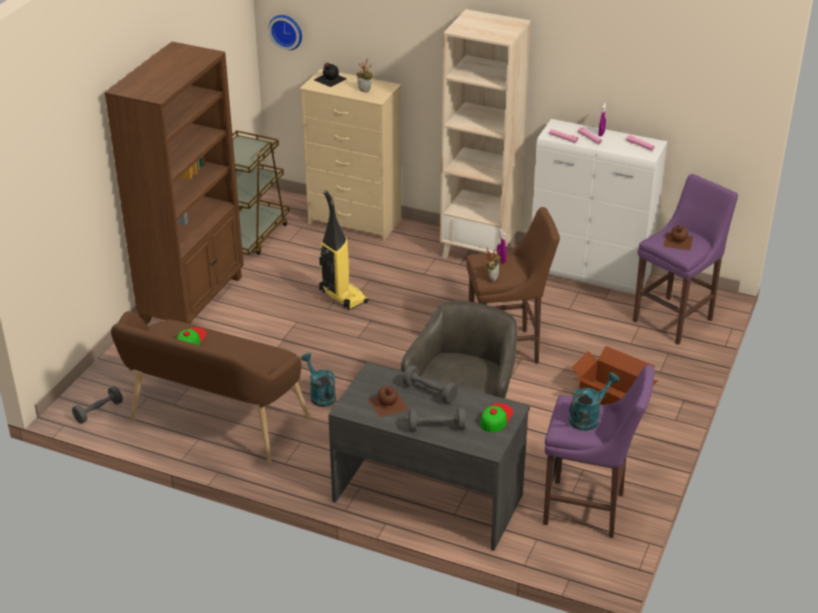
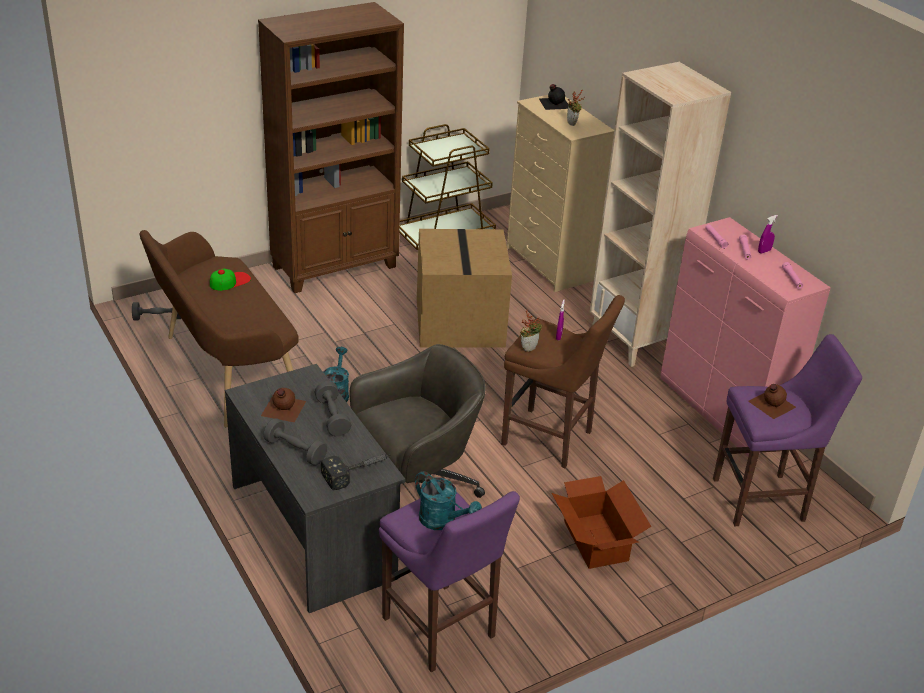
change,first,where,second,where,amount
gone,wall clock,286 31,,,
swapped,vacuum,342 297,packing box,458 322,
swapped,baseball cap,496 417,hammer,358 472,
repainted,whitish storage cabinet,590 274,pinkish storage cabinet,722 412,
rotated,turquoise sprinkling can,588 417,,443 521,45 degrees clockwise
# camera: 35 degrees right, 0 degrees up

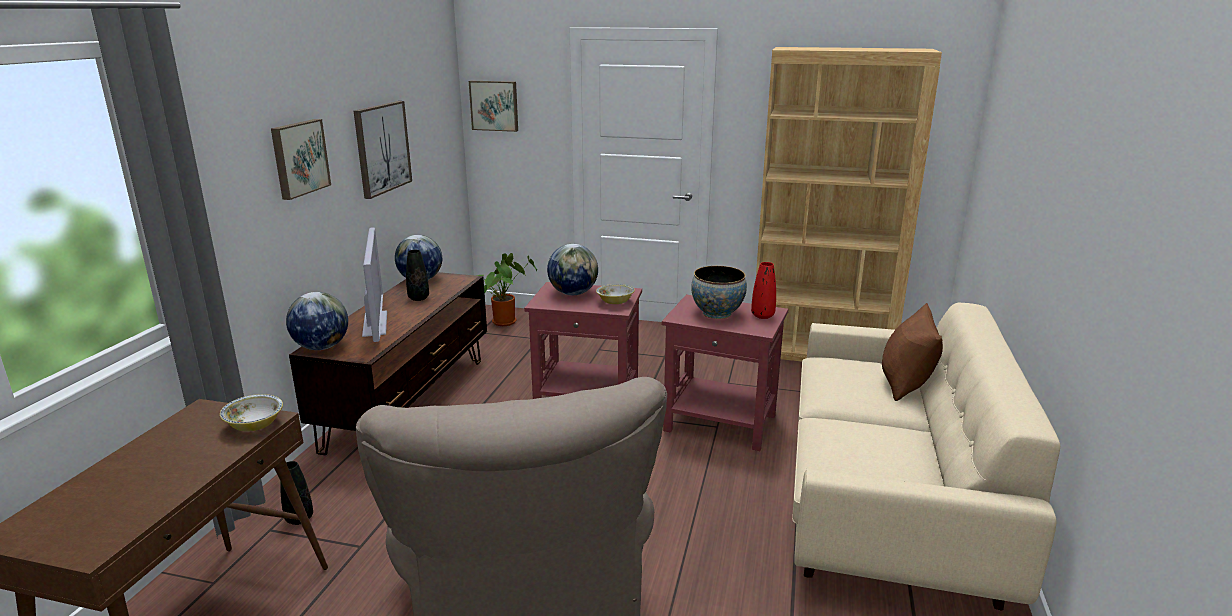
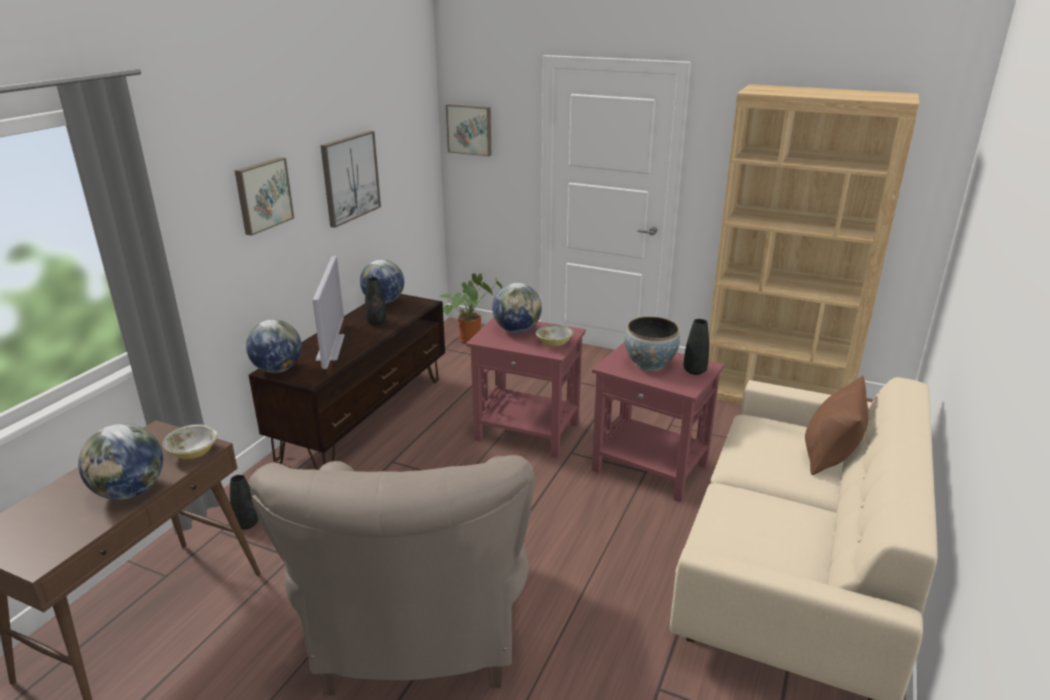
change,first,where,second,where,amount
new,,,world globe,130 492,
repainted,red flower vase,762 315,blackish flower vase,694 371,
# camera: 10 degrees right, 5 degrees up

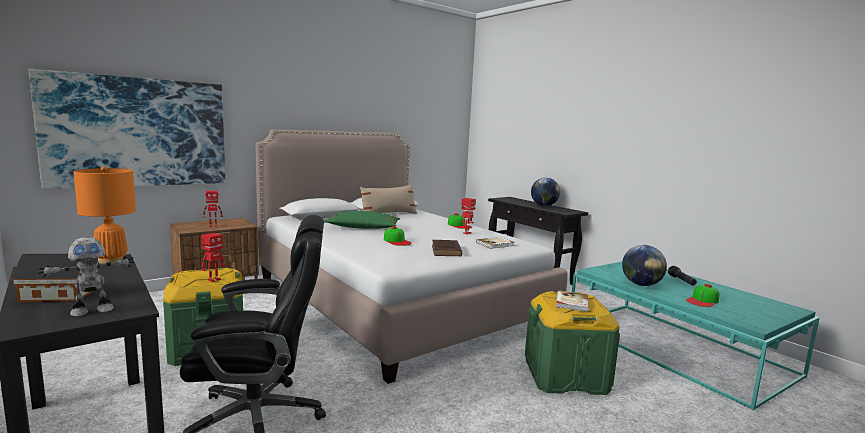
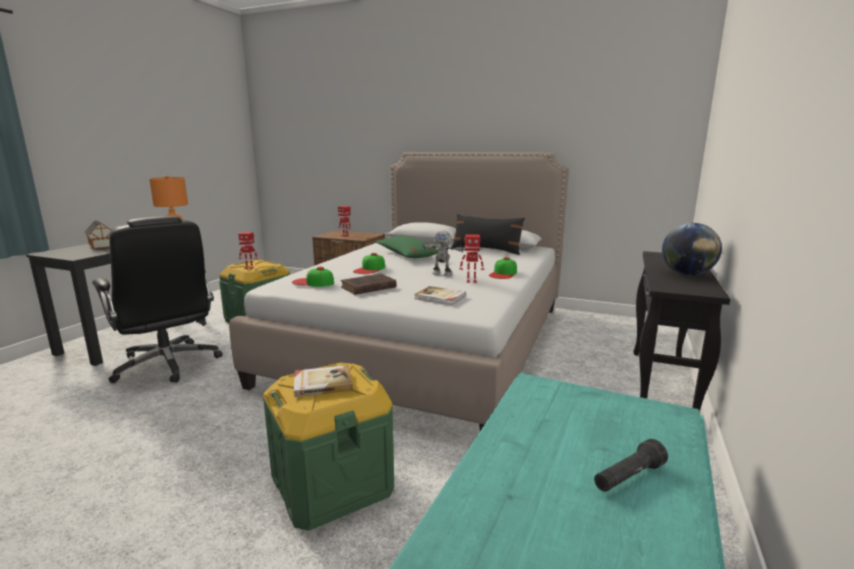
change,first,where,second,where,amount
gone,wall picture,138 132,,,
gone,world globe,641 284,,,
shifted,robot figure,92 310,,442 274,
shifted,baseball cap,703 300,,313 282,
repainted,beige-coloured cushion,388 214,blackish cushion,486 250,
# camera: 60 degrees right, 5 degrees up

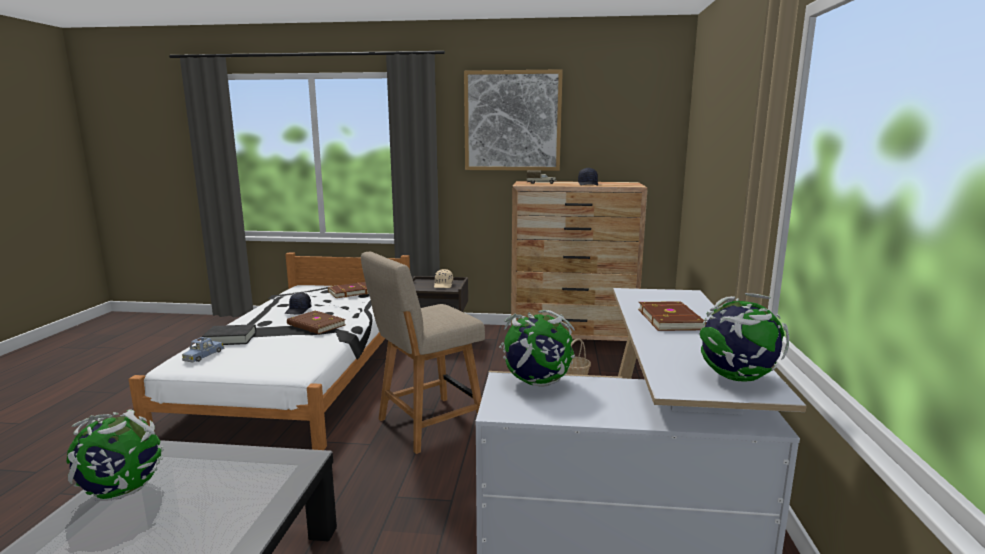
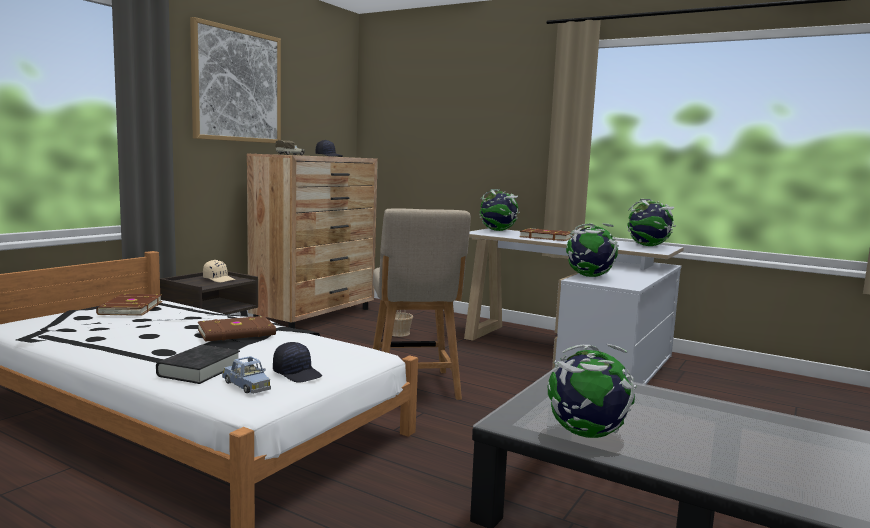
change,first,where,second,where,amount
new,,,world globe,498 231,
shifted,blackish baseball cap,298 310,,298 374,
# camera: 65 degrees left, 5 degrees down

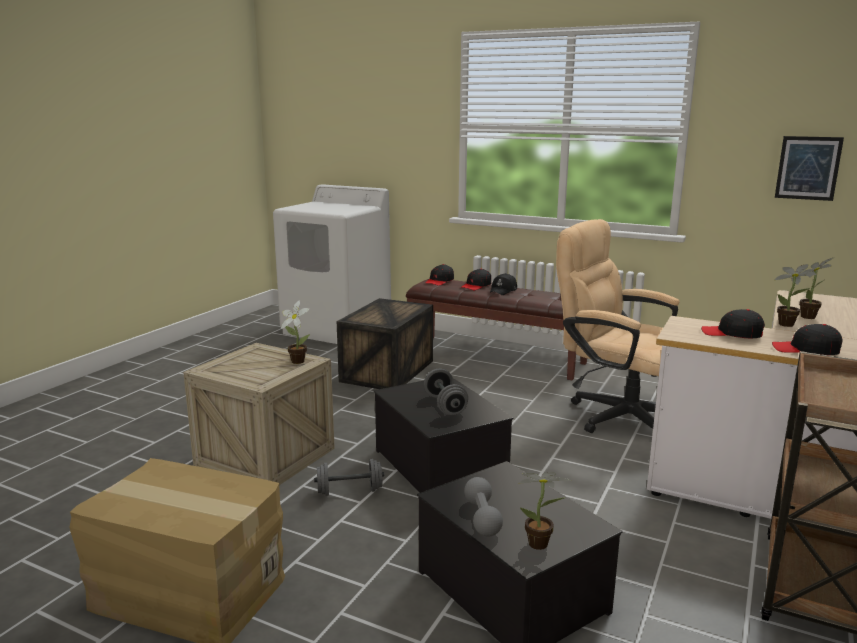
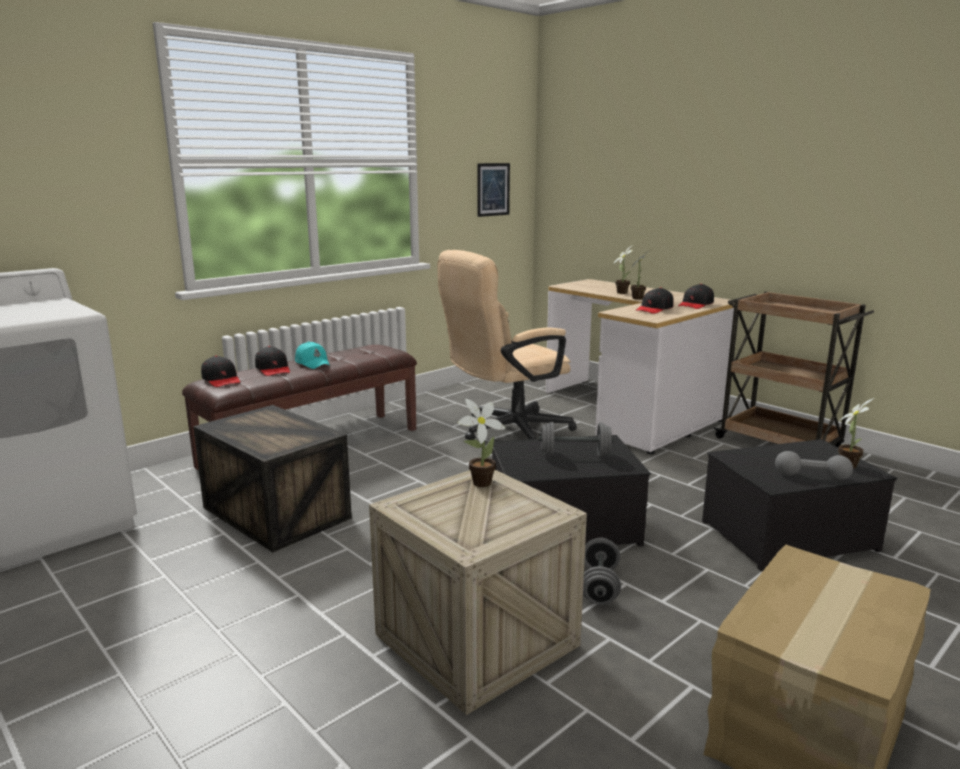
change,first,where,second,where,amount
repainted,blackish baseball cap,503 291,turquoise baseball cap,313 363,
# camera: 70 degrees left, 0 degrees up

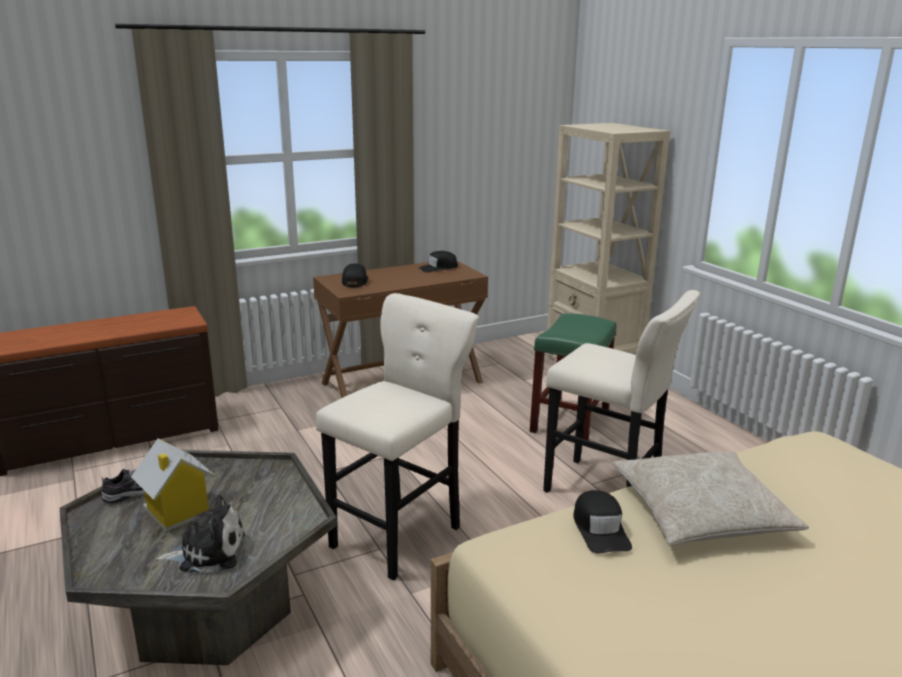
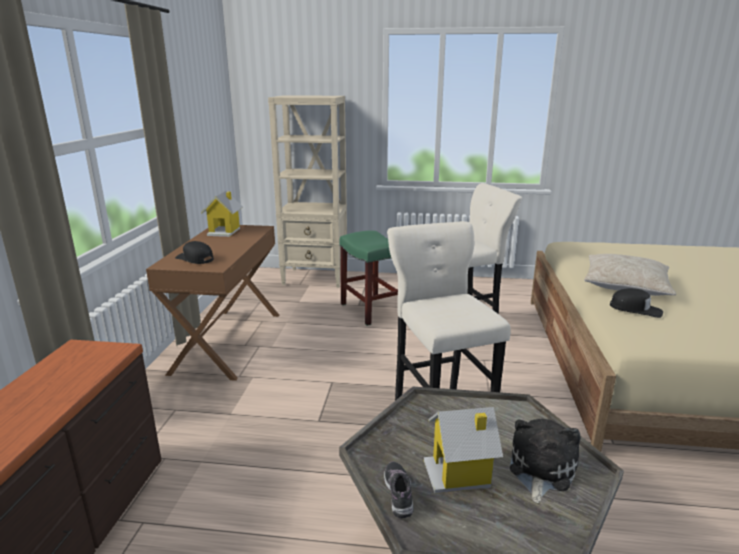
change,first,where,second,where,amount
swapped,blackish baseball cap,438 268,toy house,225 231,
# camera: 55 degrees left, 0 degrees up

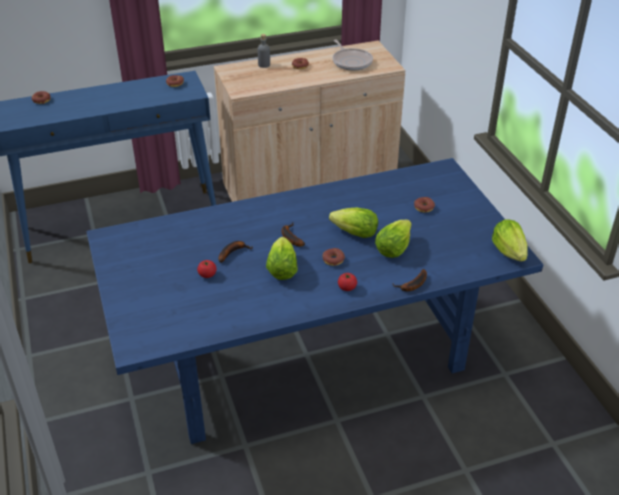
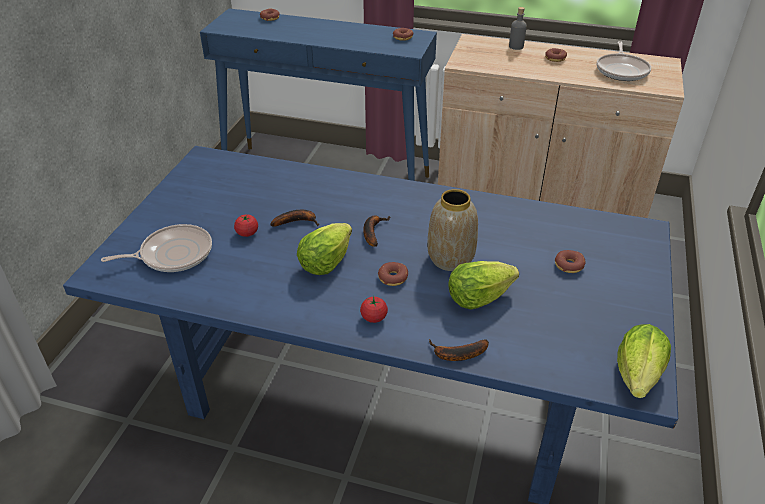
change,first,where,second,where,amount
new,,,skillet,173 254,
swapped,lettuce head,355 233,flower vase,450 259,
# camera: 35 degrees right, 0 degrees up

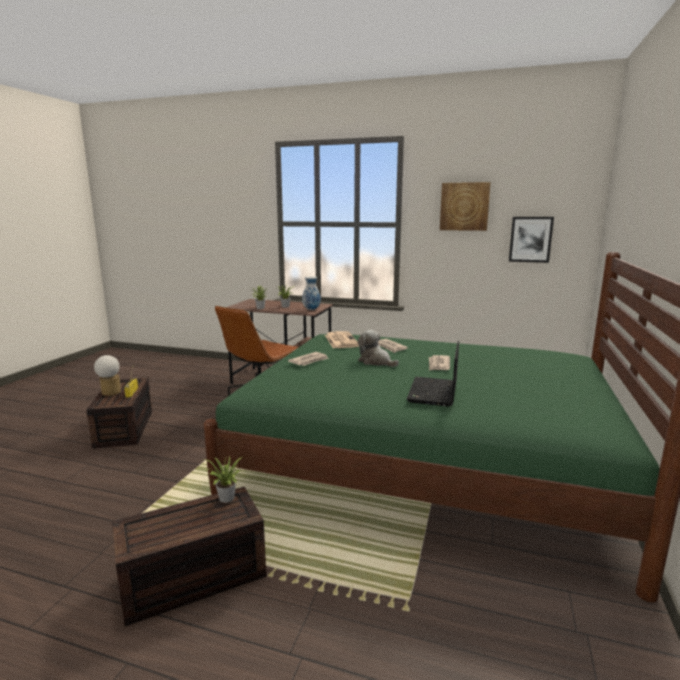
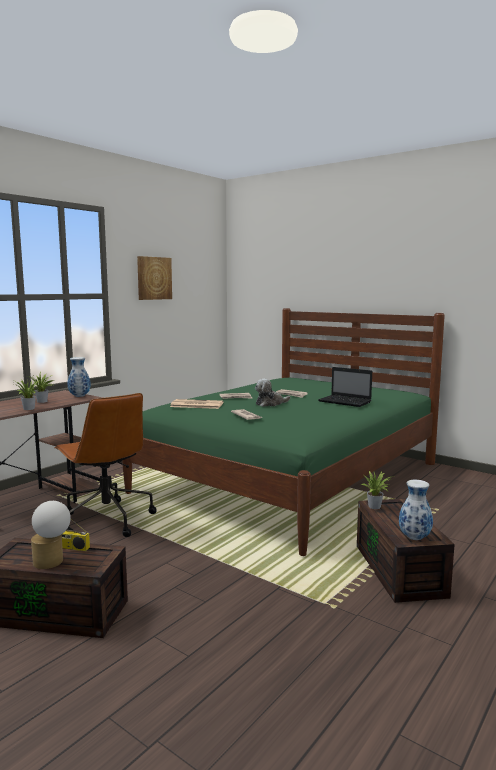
change,first,where,second,where,amount
gone,wall picture,530 239,,,
new,,,flower vase,415 538,
# camera: 70 degrees left, 5 degrees down

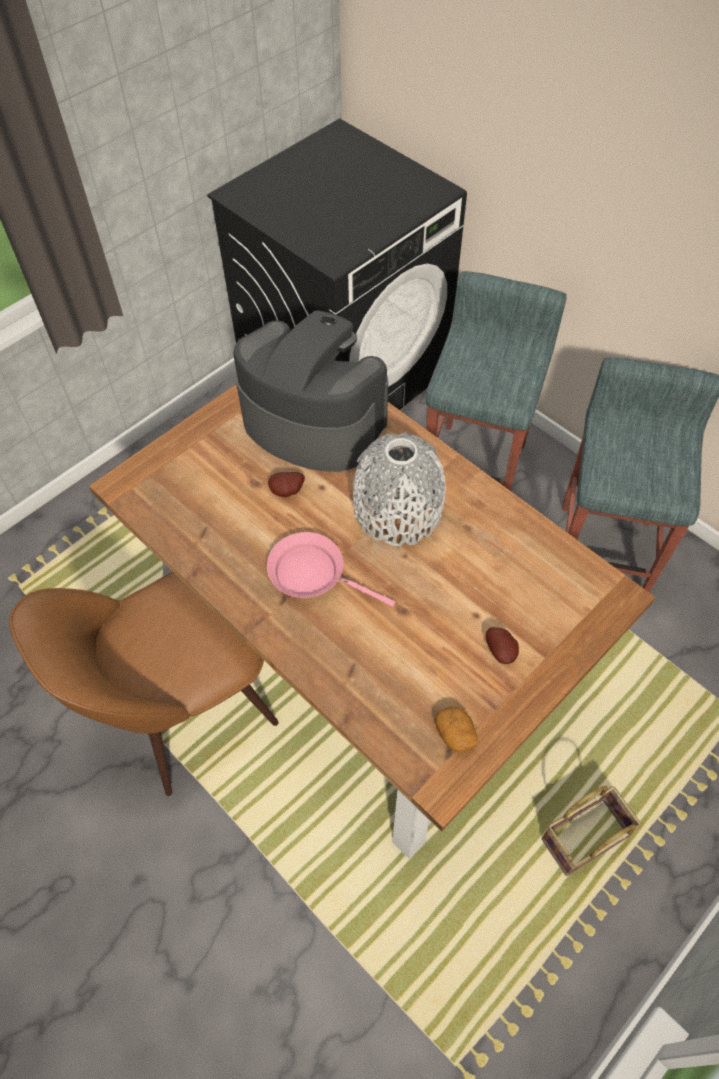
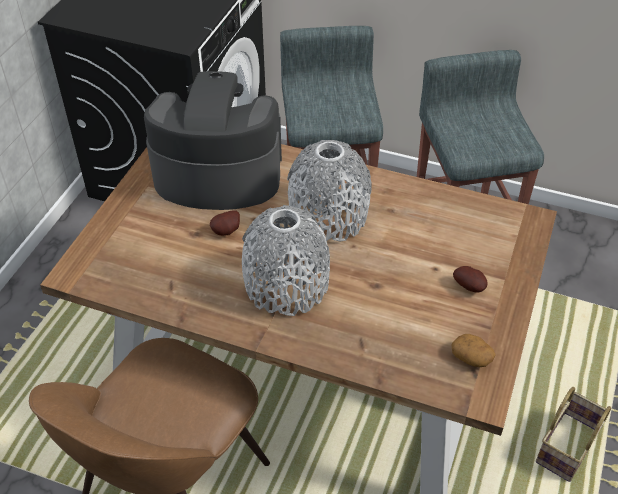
change,first,where,second,where,amount
swapped,pinkish skillet,313 574,greyish flower vase,286 285,
# camera: 25 degrees left, 10 degrees down

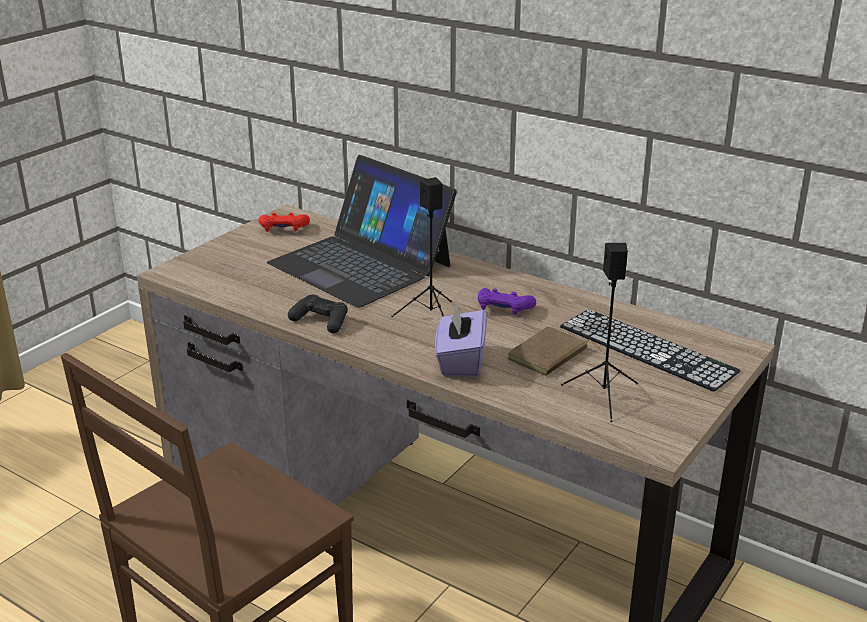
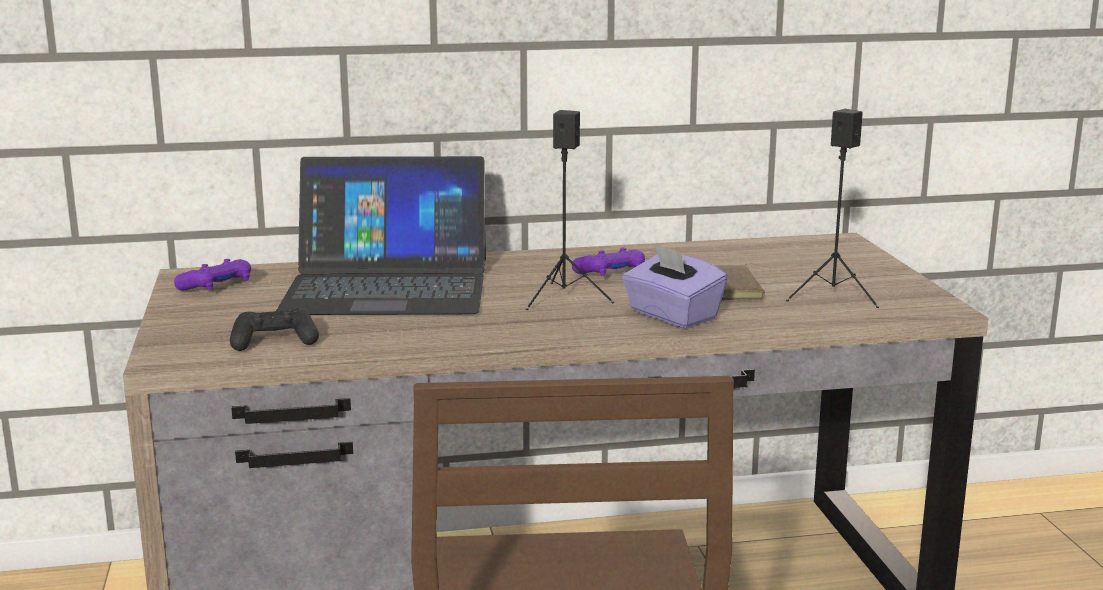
change,first,where,second,where,amount
gone,computer keyboard,647 349,,,
shifted,blackish joypad,320 321,,274 341,
repainted,red joypad,283 229,purplish joypad,217 286,
# camera: 45 degrees left, 10 degrees down

